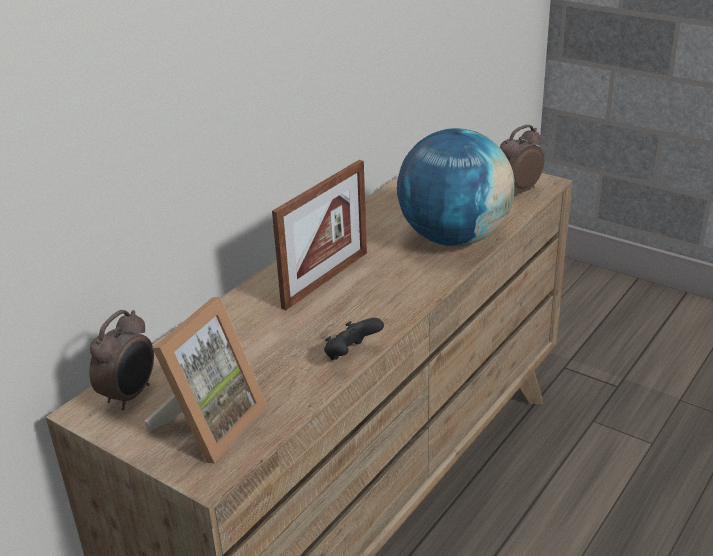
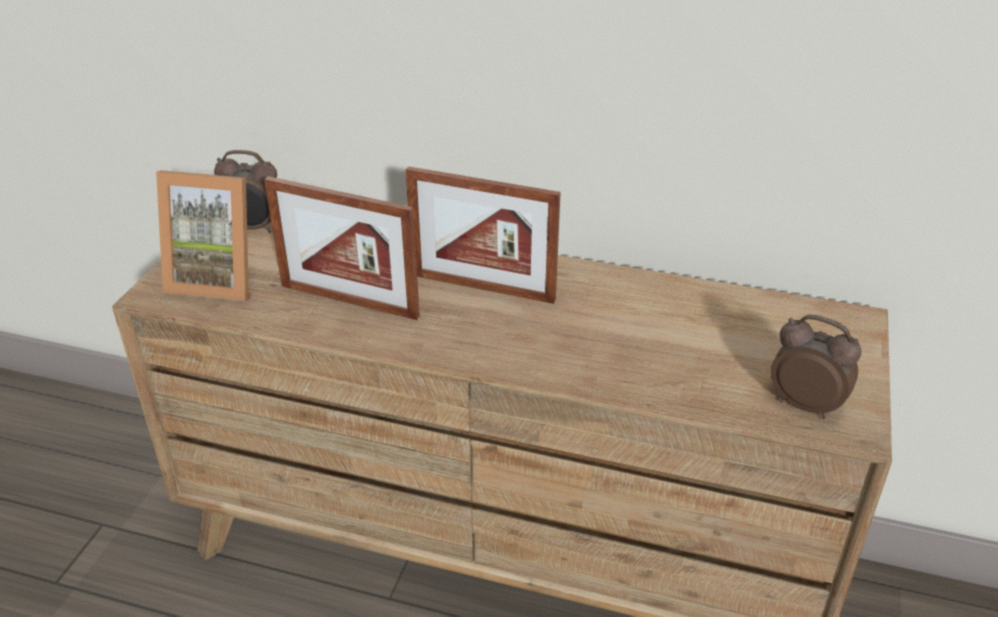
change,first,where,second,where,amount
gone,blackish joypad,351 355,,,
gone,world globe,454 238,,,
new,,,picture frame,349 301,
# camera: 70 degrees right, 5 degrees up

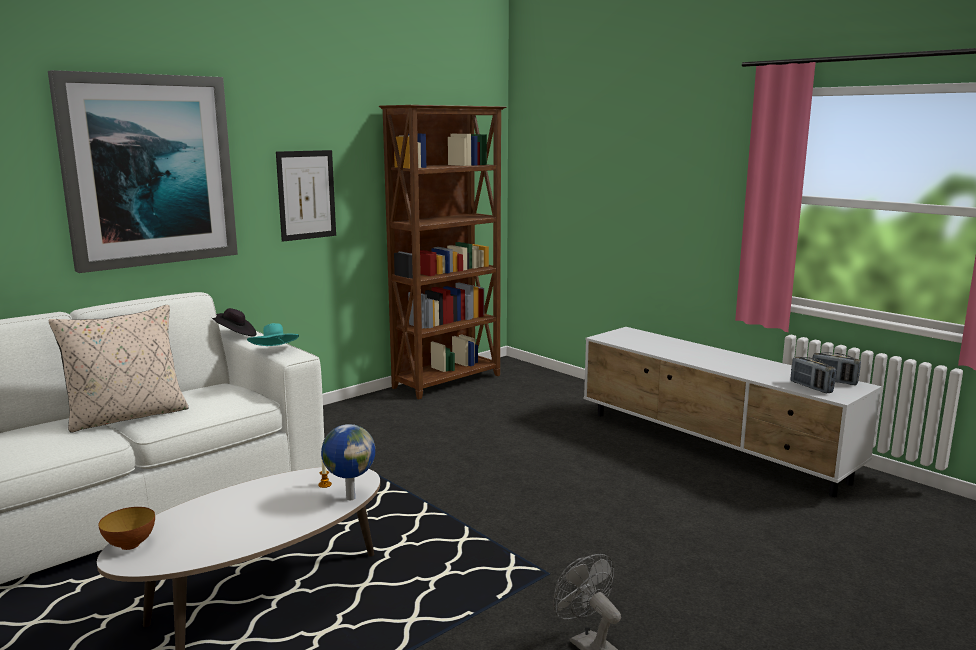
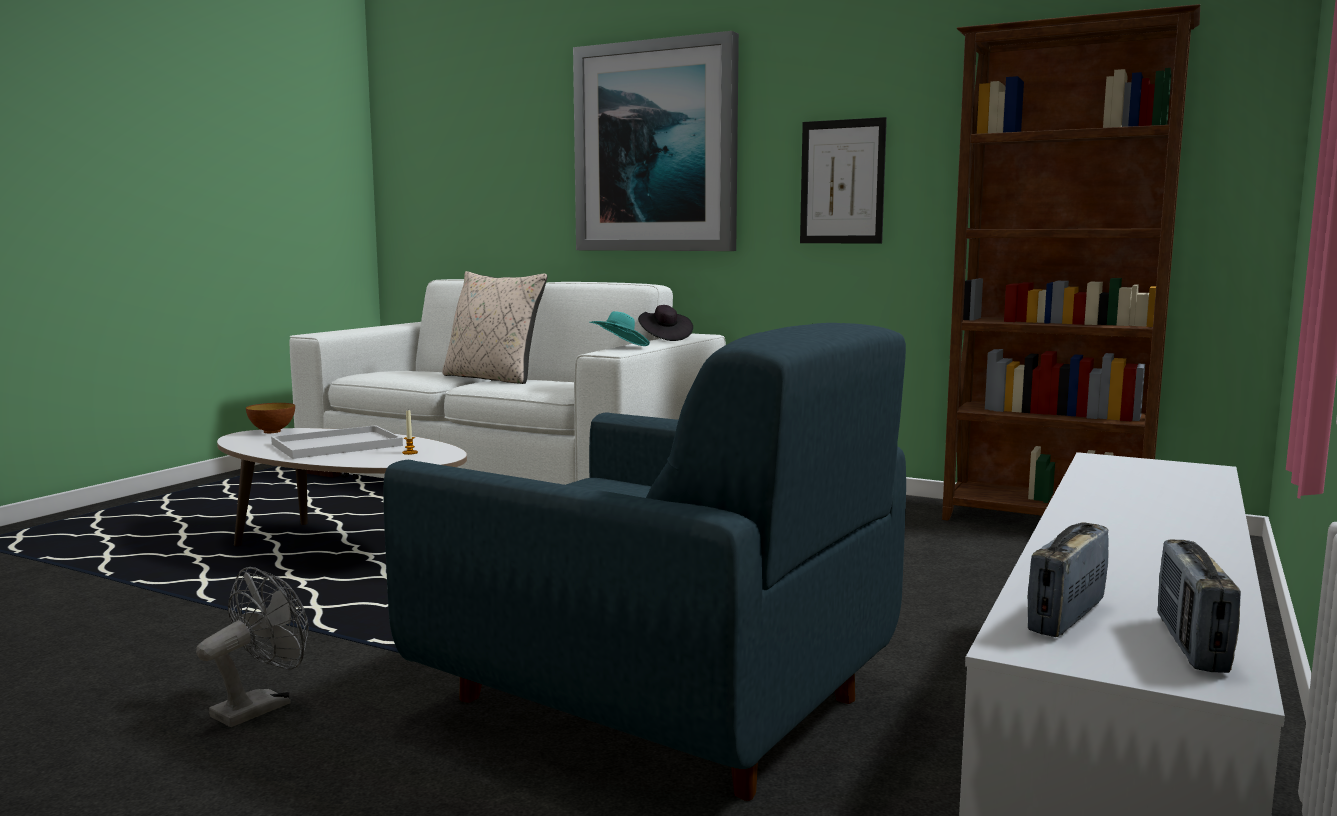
change,first,where,second,where,amount
gone,world globe,350 497,,,
new,,,whitish tray,339 444,
new,,,bluish lounge chair,661 700,
# camera: 70 degrees right, 5 degrees down

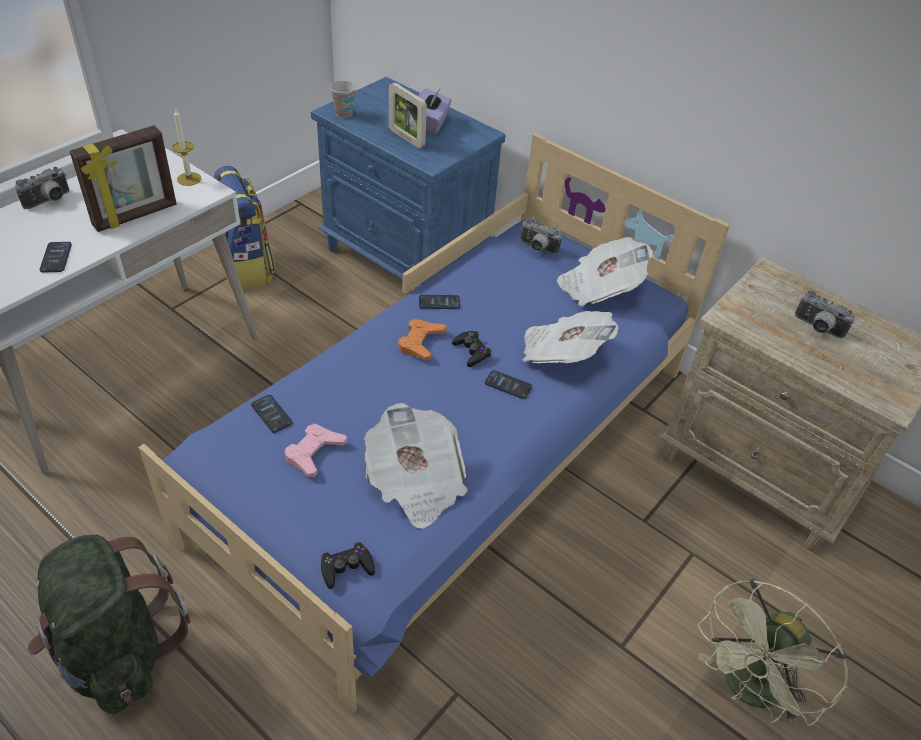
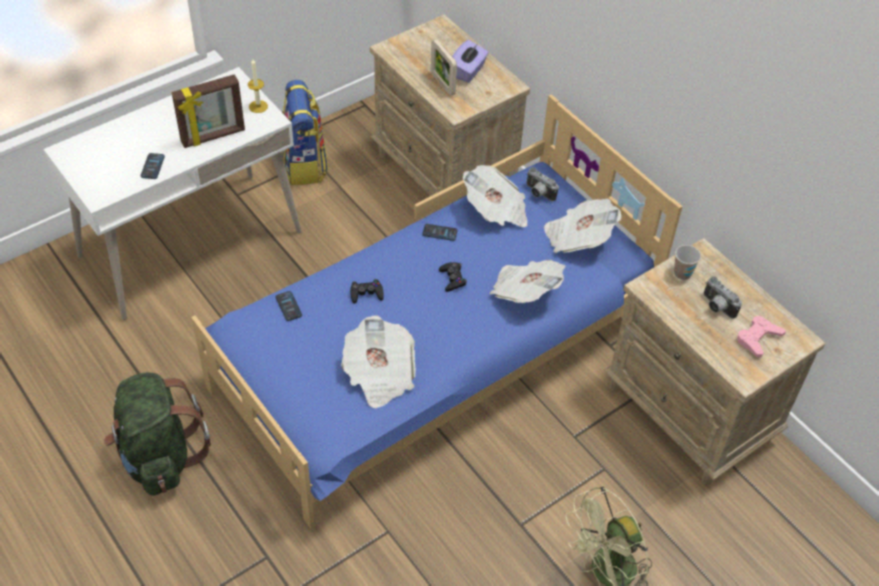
change,first,where,second,where,amount
gone,still camera,49 201,,,
gone,orange-coloured joypad,420 342,,,
gone,telephone,508 385,,,
new,,,newspaper,496 211,
shifted,pinkish joypad,314 453,,758 338,
shifted,blackish joypad,346 568,,366 293,
shifted,cup,344 113,,682 273,
repainted,bluish bedside table,406 260,beige-coloured bedside table,445 175,
# camera: 15 degrees right, 5 degrees up

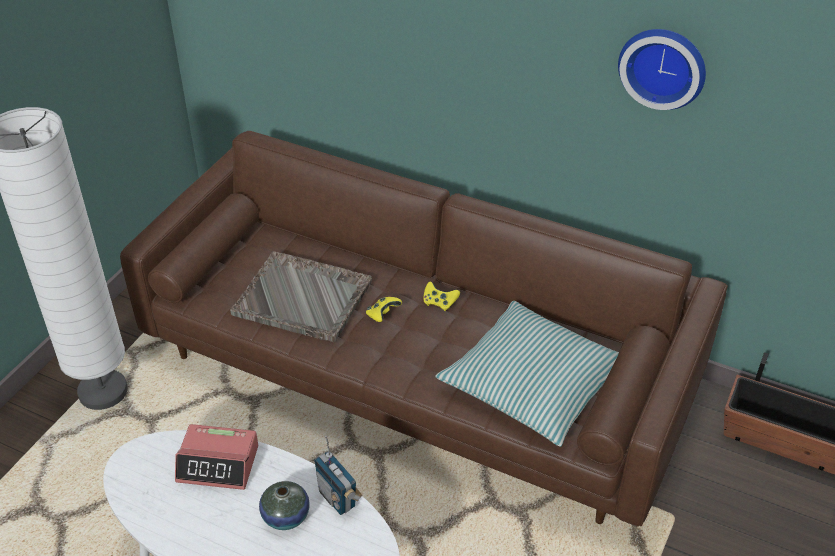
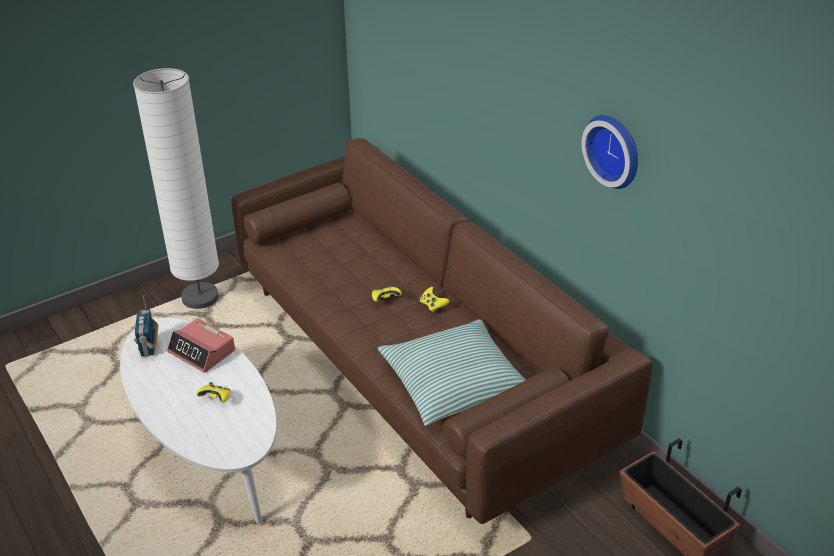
change,first,where,second,where,amount
gone,greyish tray,304 299,,,
shifted,radio receiver,338 498,,149 347,
swapped,flower vase,286 516,yellowish joypad,216 399,
# camera: 30 degrees right, 5 degrees down

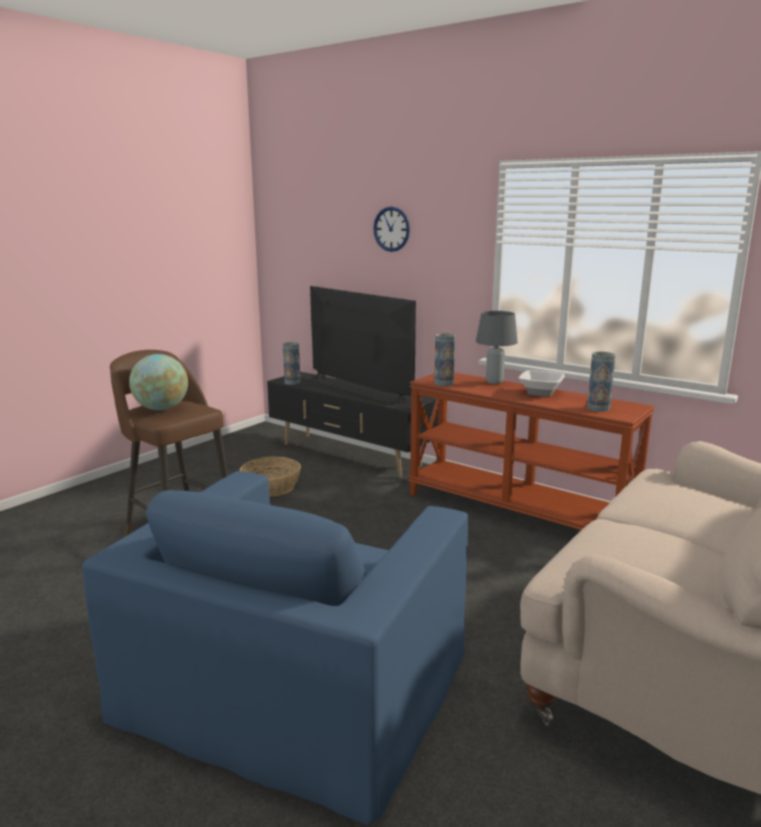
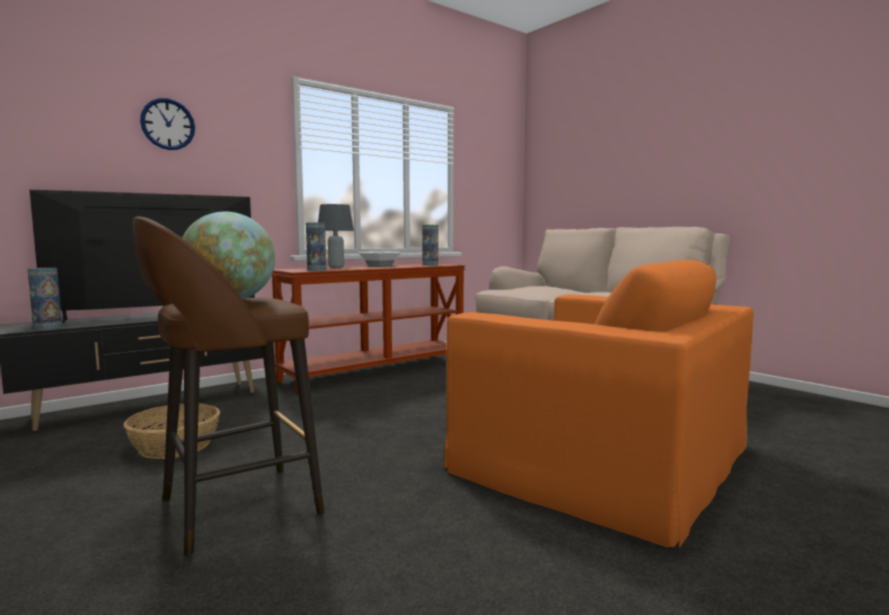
change,first,where,second,where,amount
repainted,bluish lounge chair,295 682,orange-coloured lounge chair,603 457,
# camera: 75 degrees left, 10 degrees down

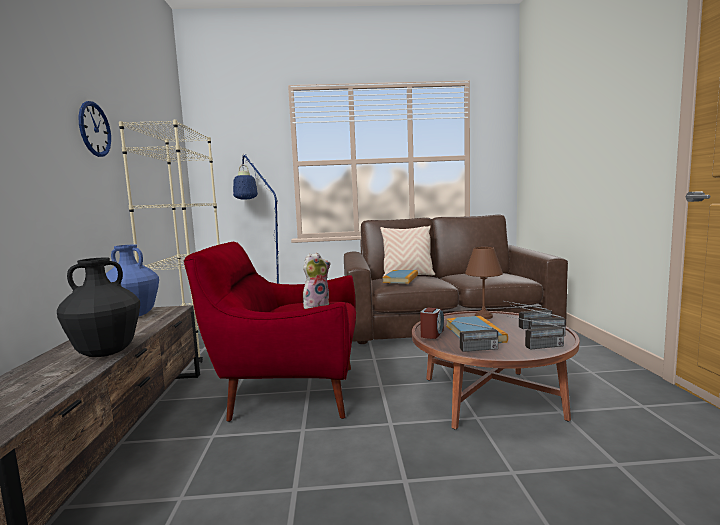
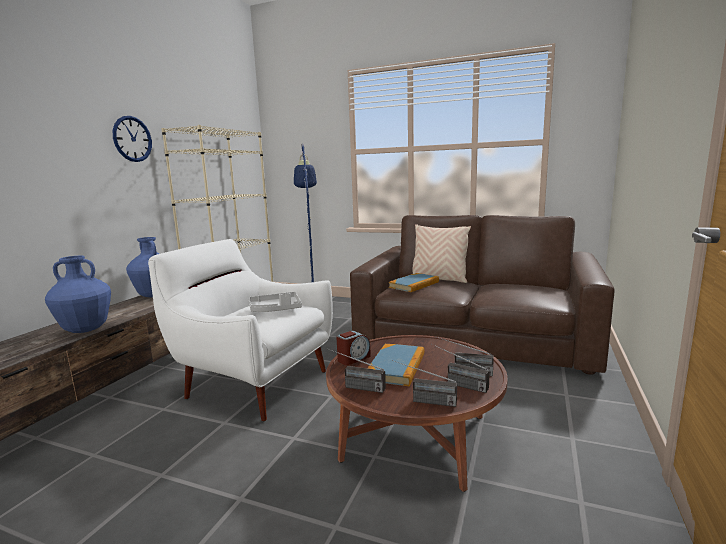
change,first,where,second,where,amount
gone,brownish tabletop lamp,483 316,,,
swapped,cuddly toy,316 306,greyish tray,275 309,
repainted,blackish flower vase,105 353,bluish flower vase,85 330,
repainted,red lounge chair,288 392,whitish lounge chair,253 383,
# camera: 25 degrees right, 5 degrees up

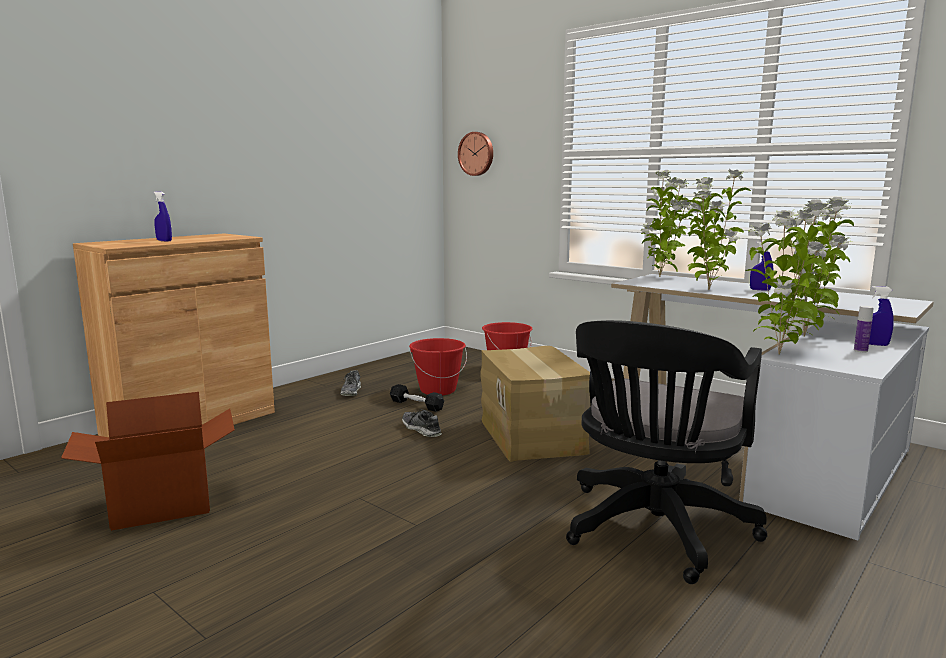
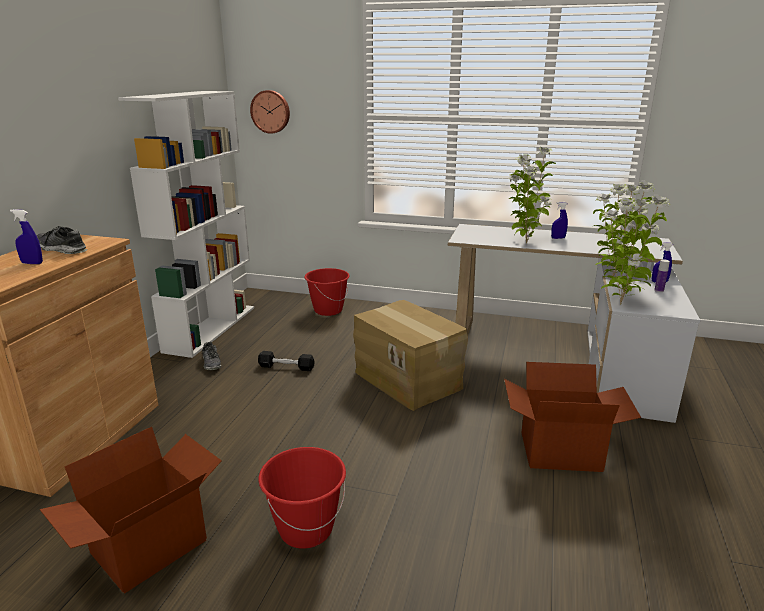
change,first,where,second,where,amount
gone,potted plant,661 277,,,
new,,,whitish bookshelf,211 328,
shifted,shoe,421 429,,62 249,
shifted,red water bucket,438 390,,306 529,
swapped,blackish office chair,654 532,packing box,560 450,
# camera: 25 degrees left, 10 degrees up

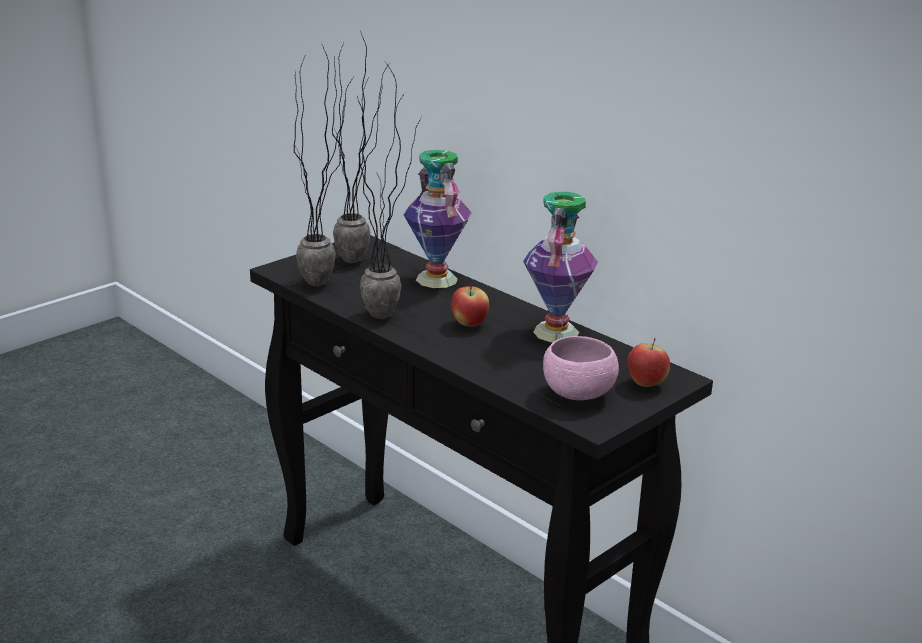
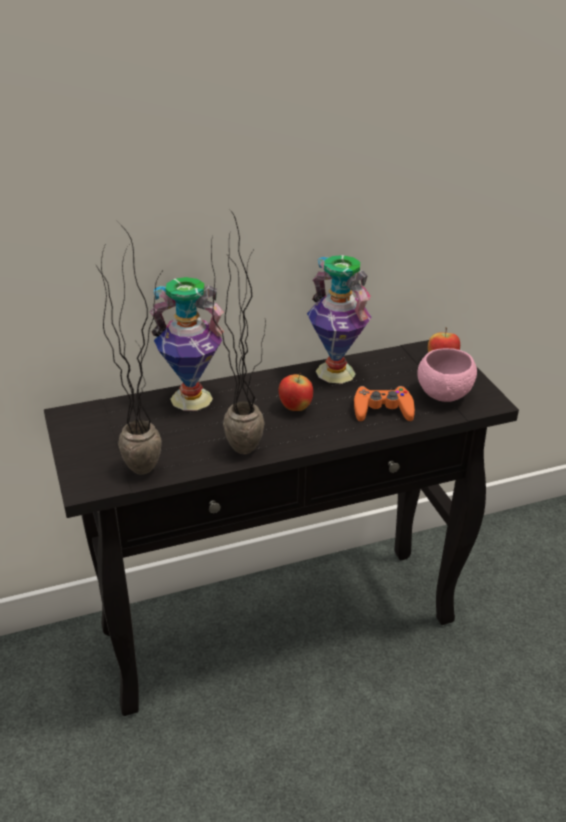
change,first,where,second,where,amount
gone,potted plant,364 260,,,
new,,,orange-coloured joypad,382 409,
# camera: 65 degrees left, 10 degrees up

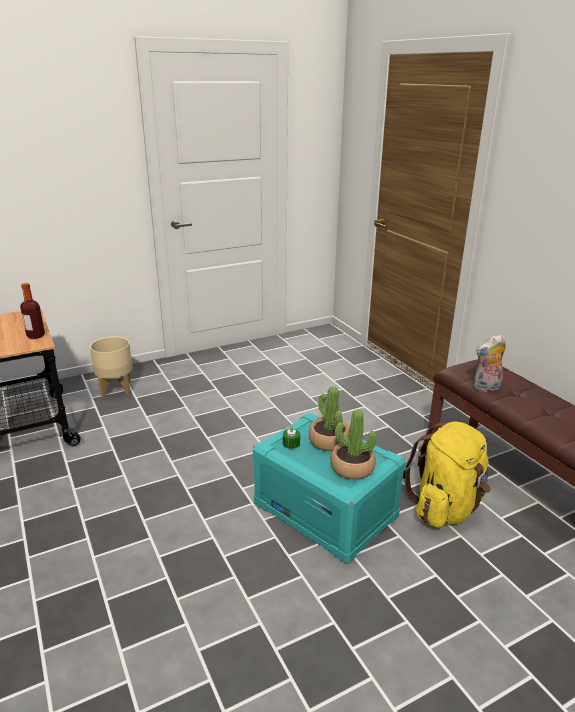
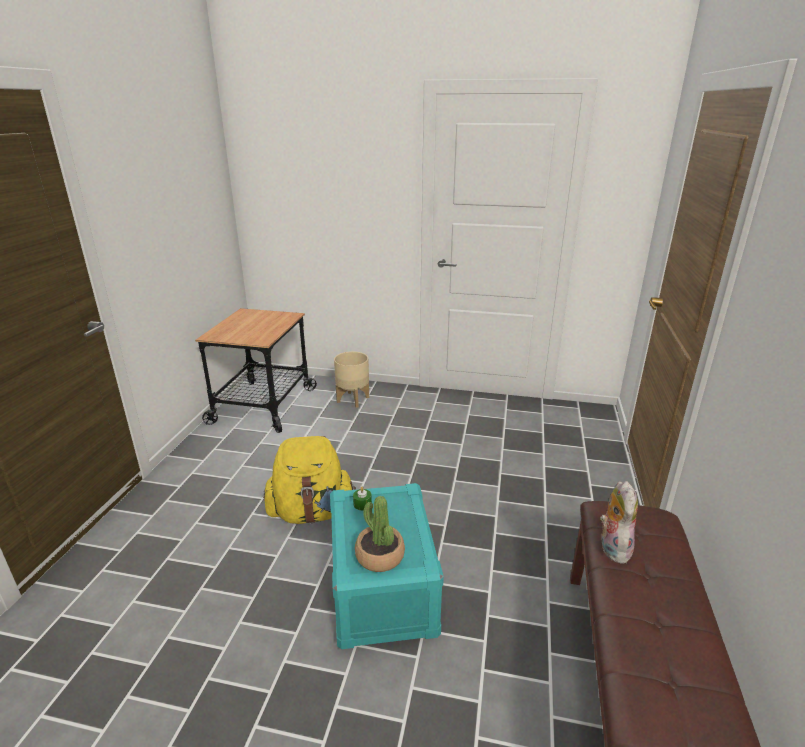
change,first,where,second,where,amount
gone,beverage bottle,36 336,,,
gone,potted plant,329 441,,,
shifted,yellowish rucksack,446 507,,311 512,
rotated,cuddly toy,486 388,,612 547,75 degrees clockwise
# camera: 40 degrees right, 0 degrees up

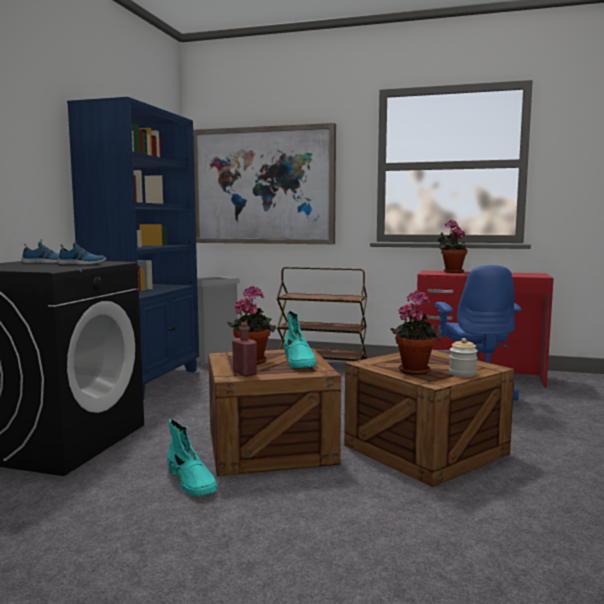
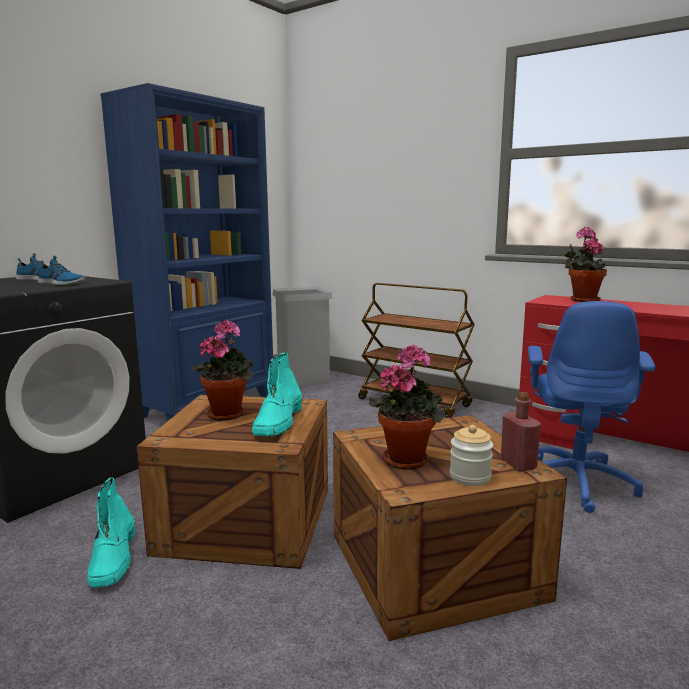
change,first,where,second,where,amount
gone,wall picture,263 186,,,
shifted,red beverage bottle,244 373,,518 464,
# camera: 20 degrees right, 5 degrees up

